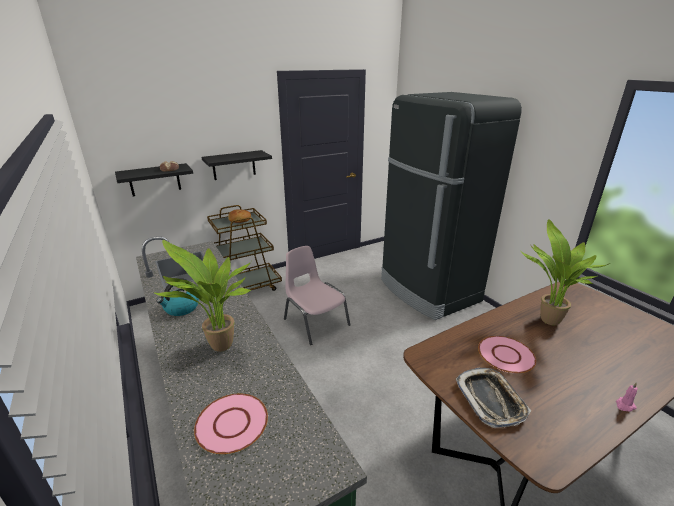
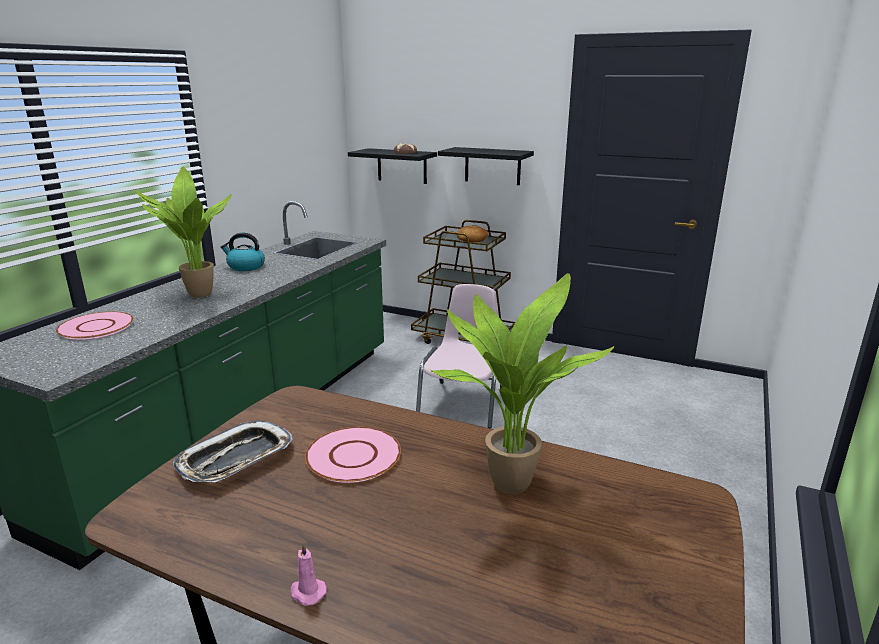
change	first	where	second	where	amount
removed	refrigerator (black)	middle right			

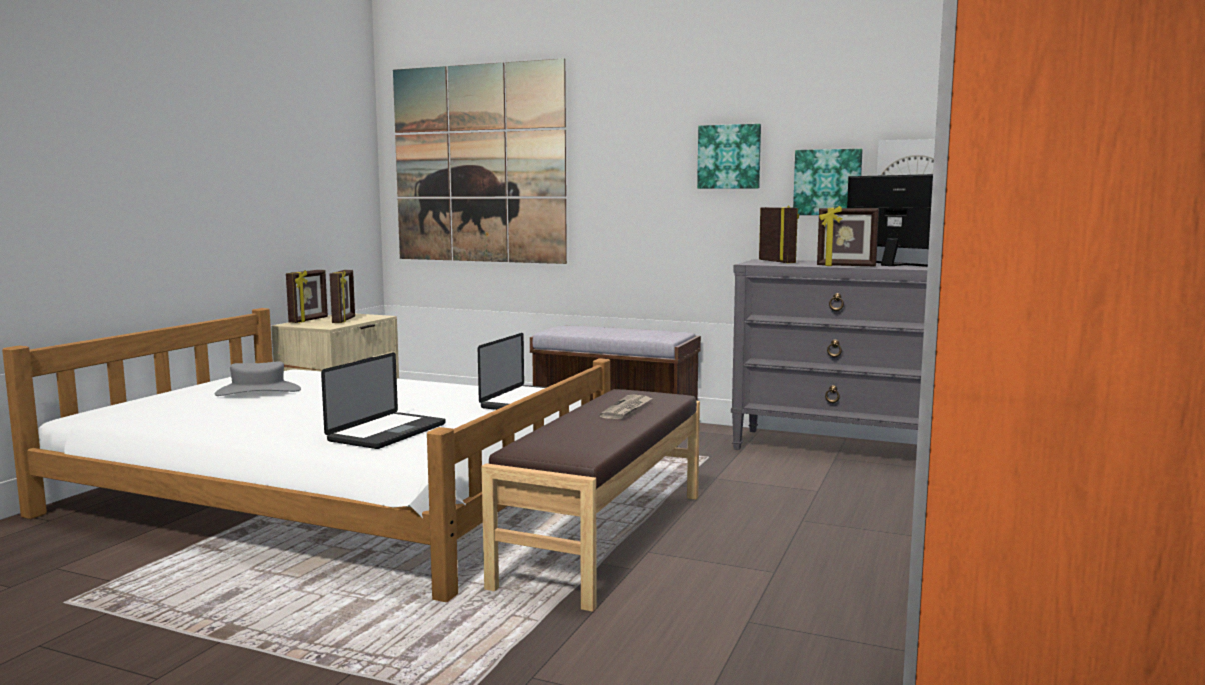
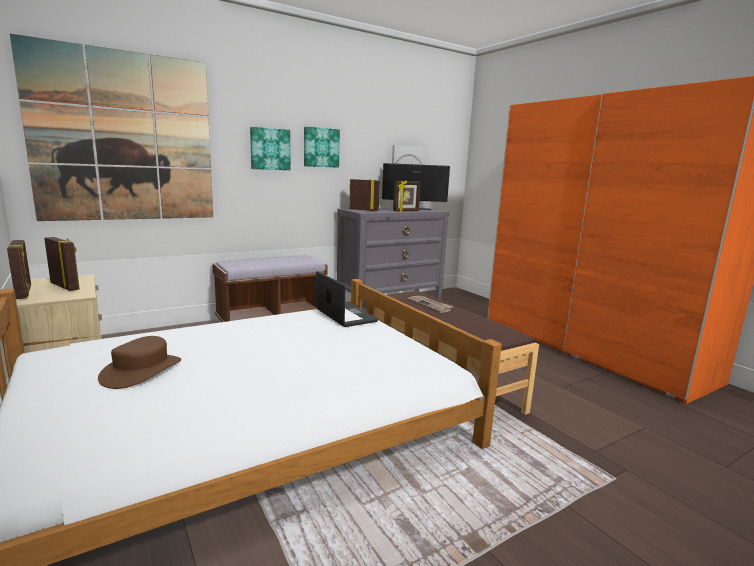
change	first	where	second	where	amount
moved	wall picture (3rd from left in the first image)	top right	wall picture (2nd from left)	top centre	
removed	laptop (1st from left)	middle left			
recoloured	wearable hat (gray)	middle left	wearable hat (brown)	middle left	

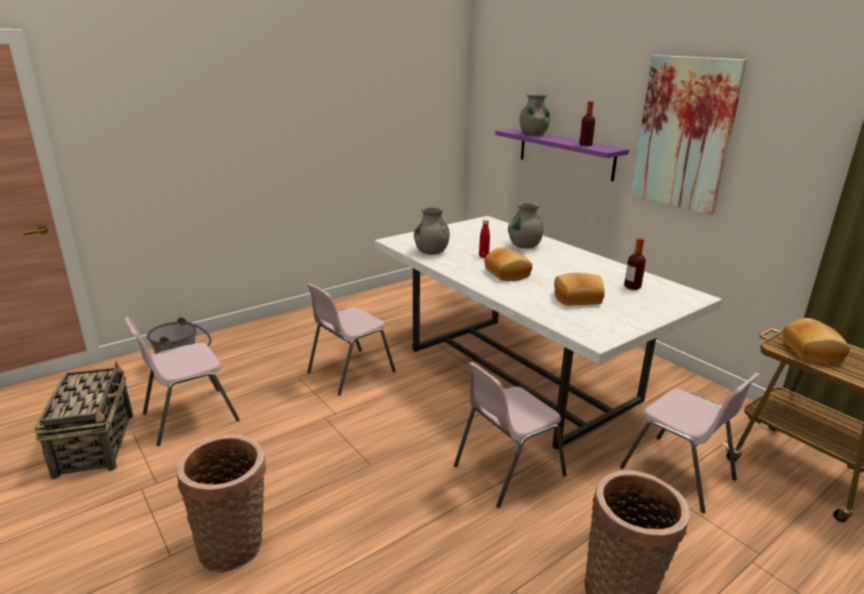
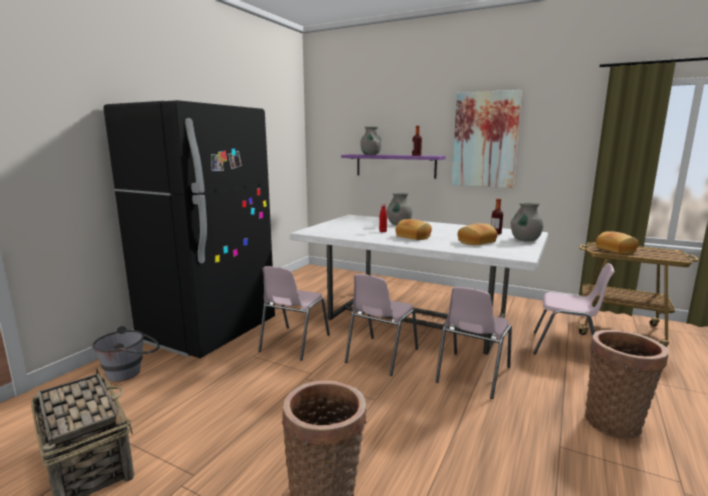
change	first	where	second	where	amount
moved	flower vase (gray) (1st from left in the first image)	centre	flower vase (gray) (3rd from left)	middle right	
moved	plain chair (pink-coloured) (1st from left in the first image)	middle left	plain chair (pink-coloured) (2nd from left)	centre	
added			refrigerator (black)	middle left	

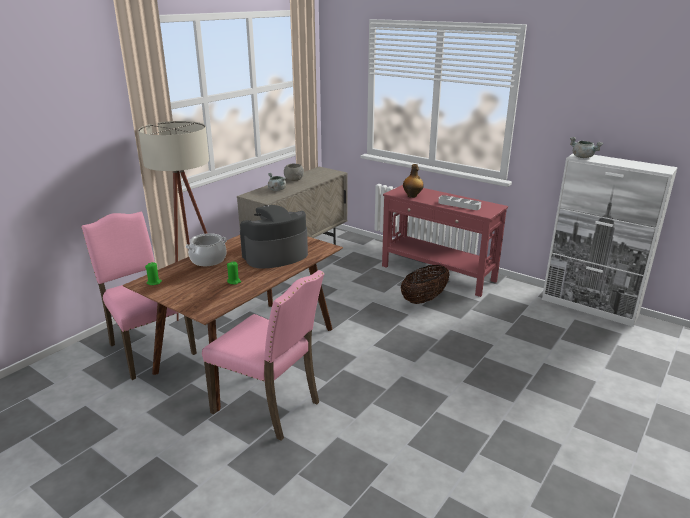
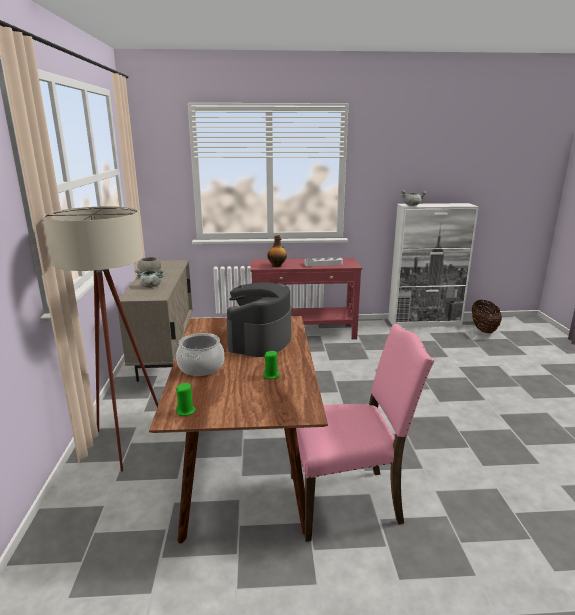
change	first	where	second	where	amount
removed	plain chair (pink-coloured) (1st from left)	middle left			
moved	basket	centre		middle right	

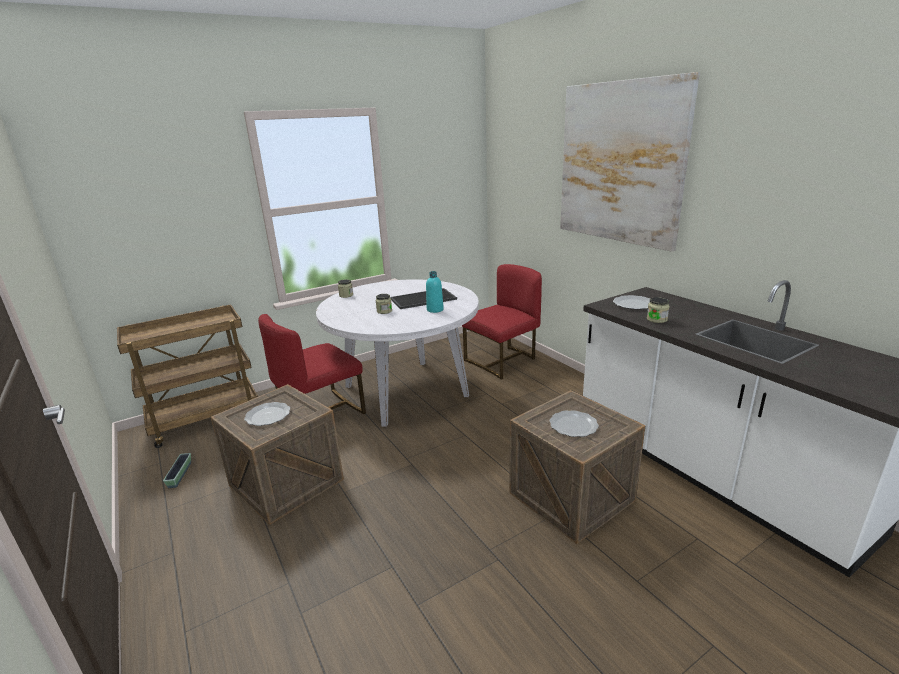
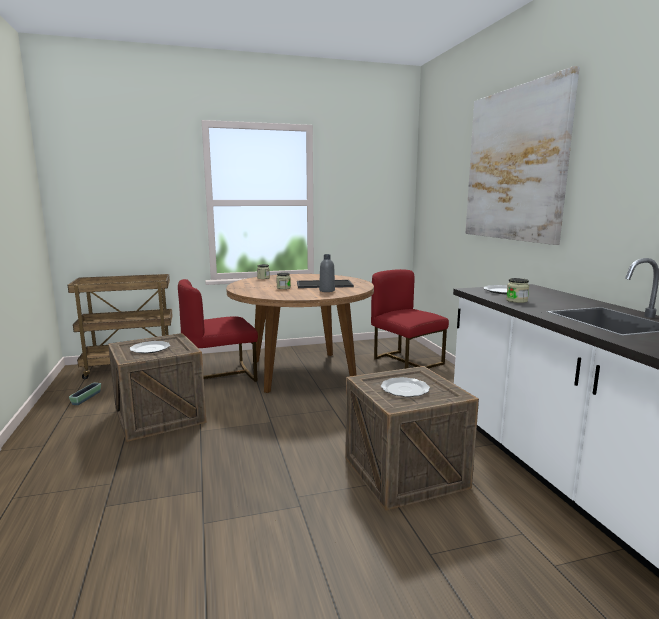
change	first	where	second	where	amount
turned	plain chair (red) (2nd from left)	centre		centre	105 degrees counterclockwise
recoloured	beverage bottle (blue-green)	centre	beverage bottle (gray)	centre	
recoloured	dinner table (white)	centre	dinner table (brown)	centre	

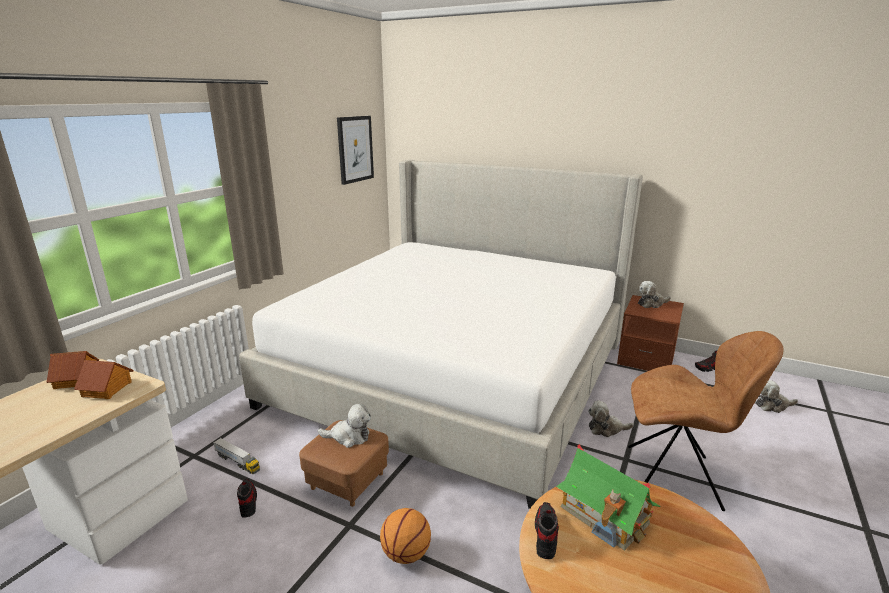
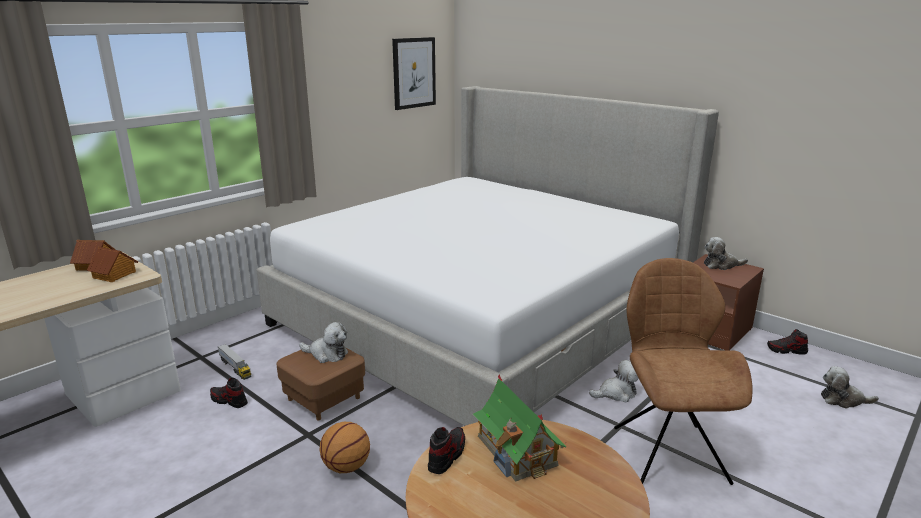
change	first	where	second	where	amount
turned	plain chair (brown)	bottom right		bottom right	120 degrees counterclockwise
turned	soft toy (2nd from left)	bottom right		bottom right	150 degrees clockwise
turned	shoe (1st from left)	bottom left		bottom left	60 degrees counterclockwise

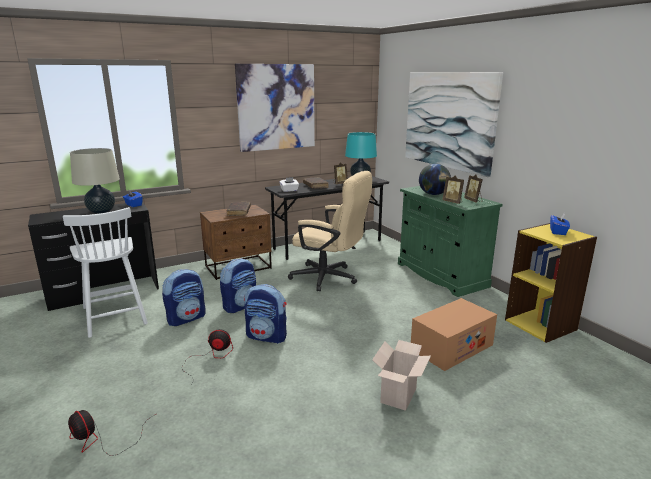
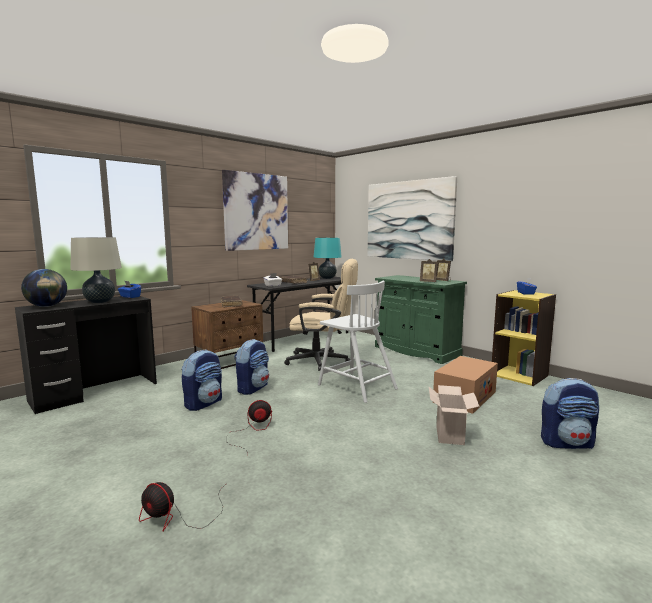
change	first	where	second	where	amount
moved	desk globe	middle right		middle left	
moved	plain chair (white)	middle left		centre	
moved	knapsack (3rd from left)	centre		bottom right	

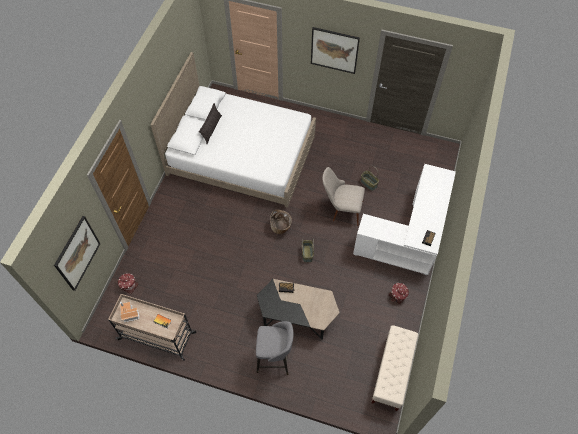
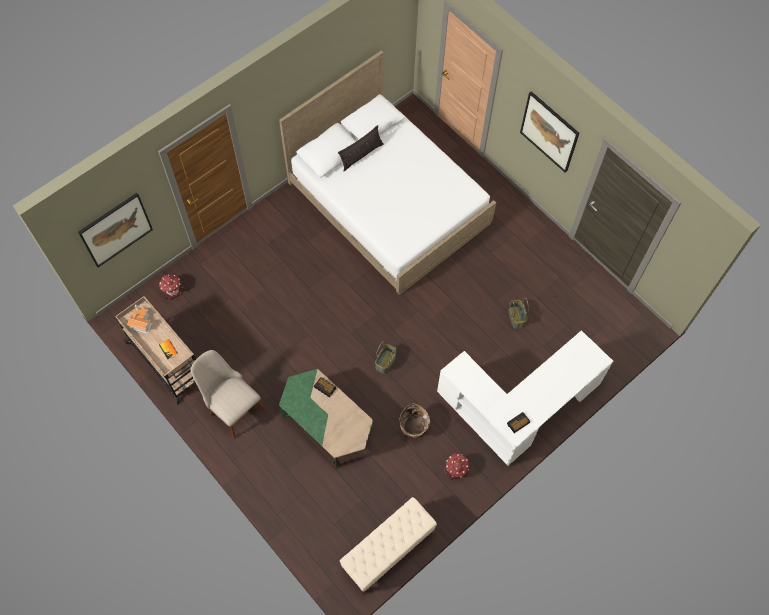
change	first	where	second	where	amount
moved	plain chair (beige)	centre		middle left	
moved	basket (1st from left in the first image)	centre	basket (2nd from left)	bottom centre	
recoloured	coffee table (black)	bottom centre	coffee table (green)	bottom centre	
removed	sitting stool (gray)	bottom centre			

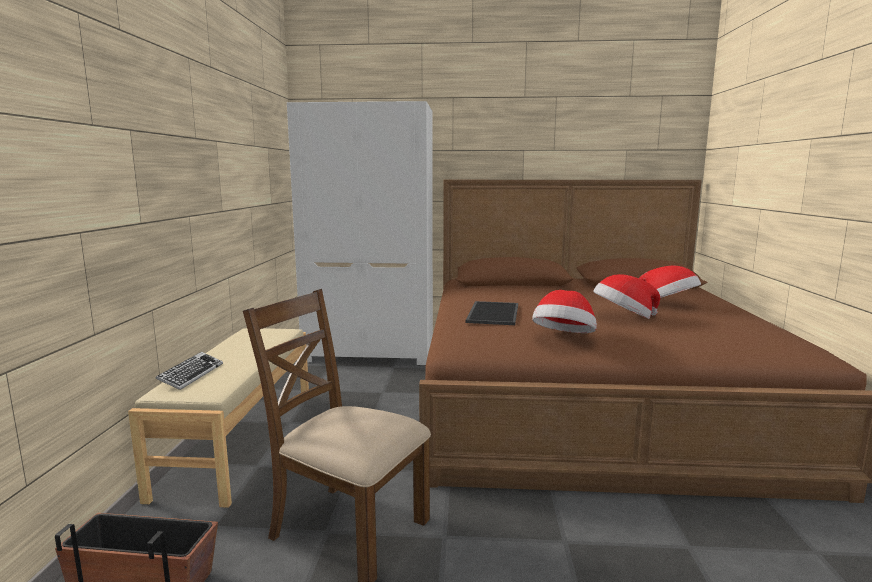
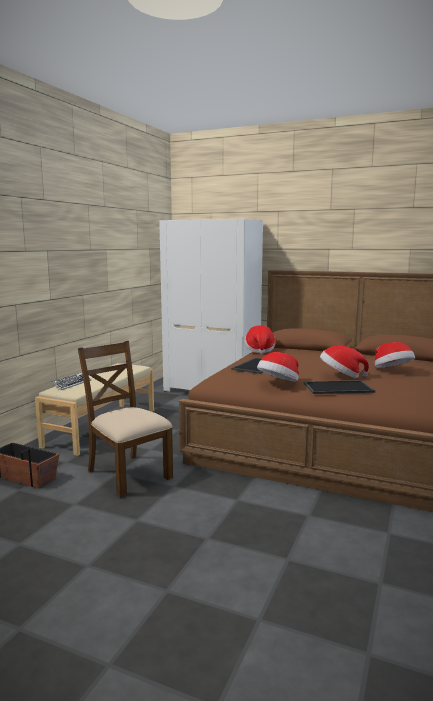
change	first	where	second	where	amount
added			wearable hat (1st from left)	centre	
added			serving tray (2nd from left)	middle right	

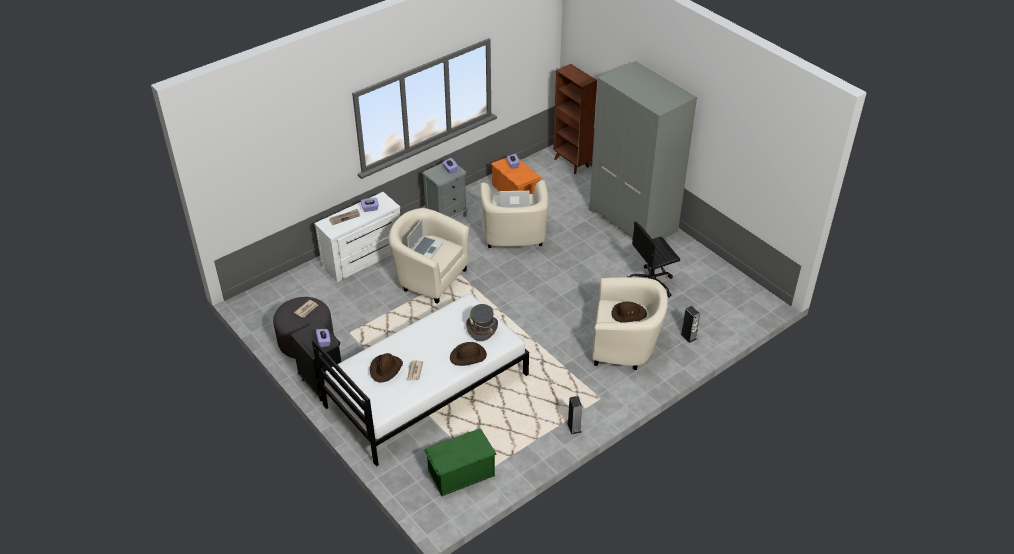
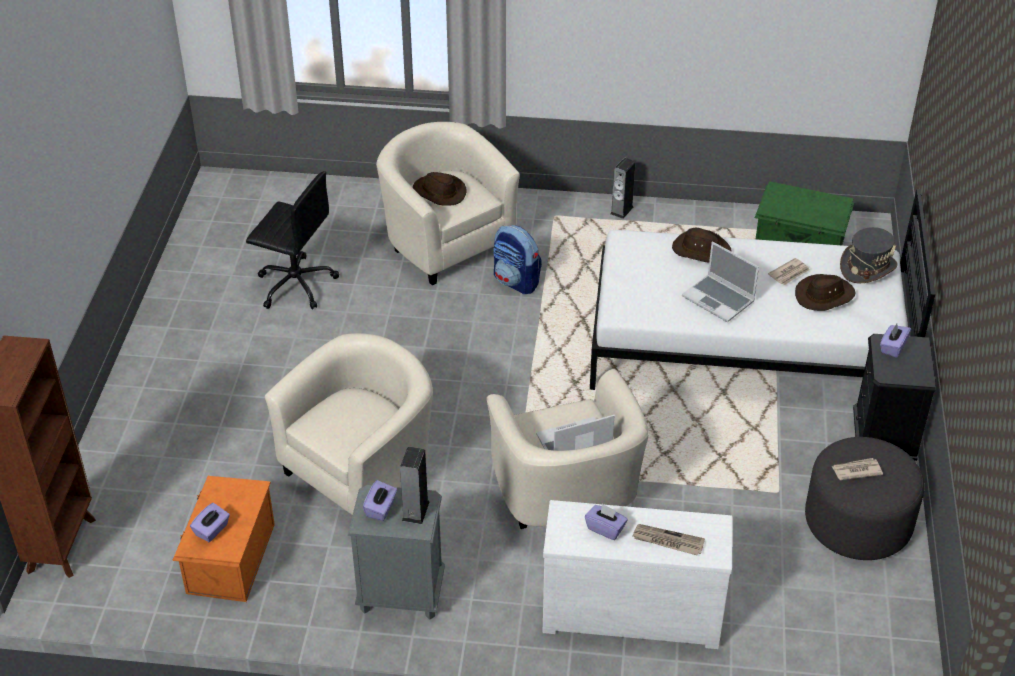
change	first	where	second	where	amount
removed	clothes cupboard (gray)	top centre			
moved	laptop (2nd from left)	centre		middle right	
moved	wearable hat (gray)	centre		middle right	
moved	speaker (2nd from left in the first image)	middle right	speaker (1st from left)	bottom centre	
added			knapsack	centre	

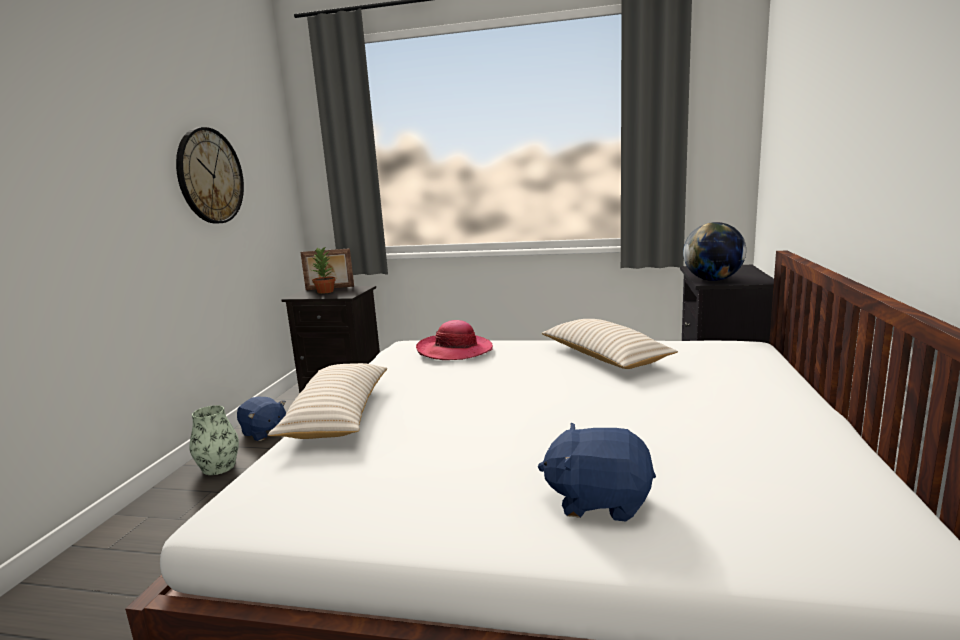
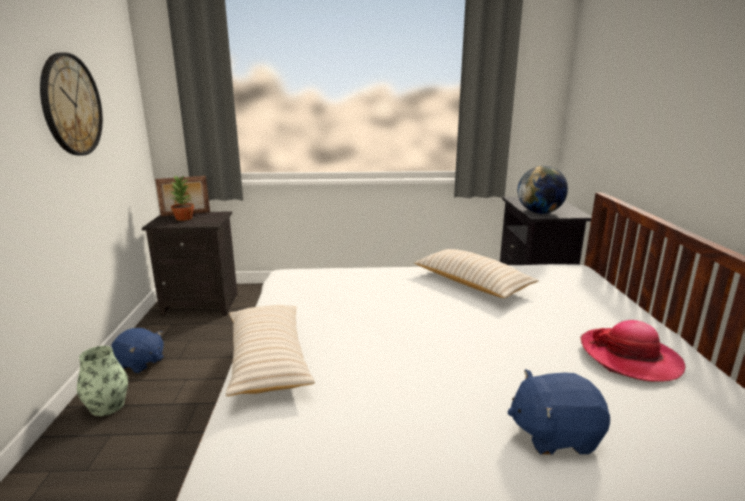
change	first	where	second	where	amount
moved	wearable hat	centre		bottom right	

